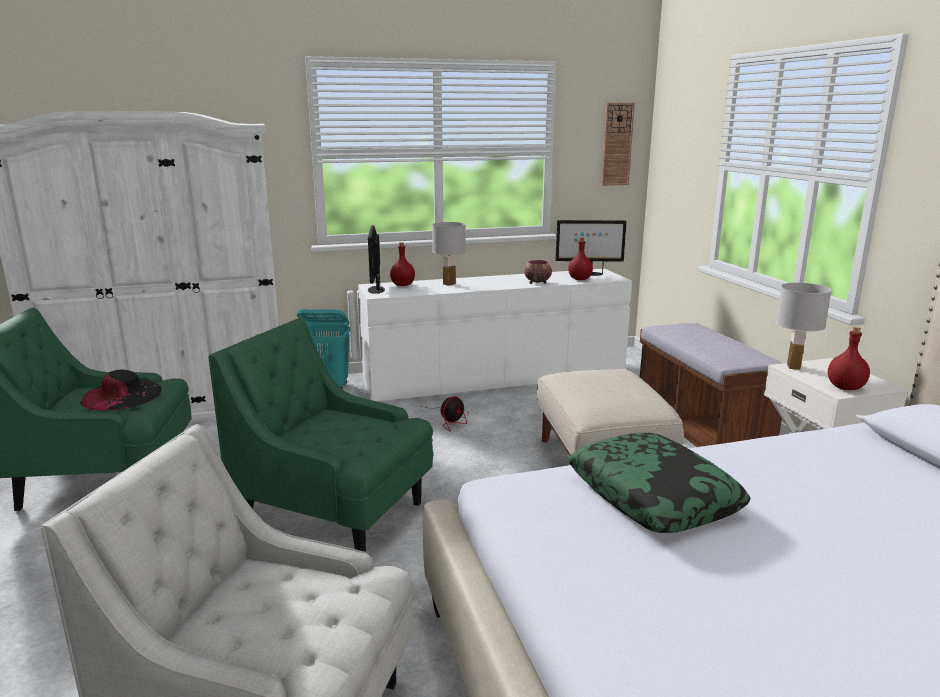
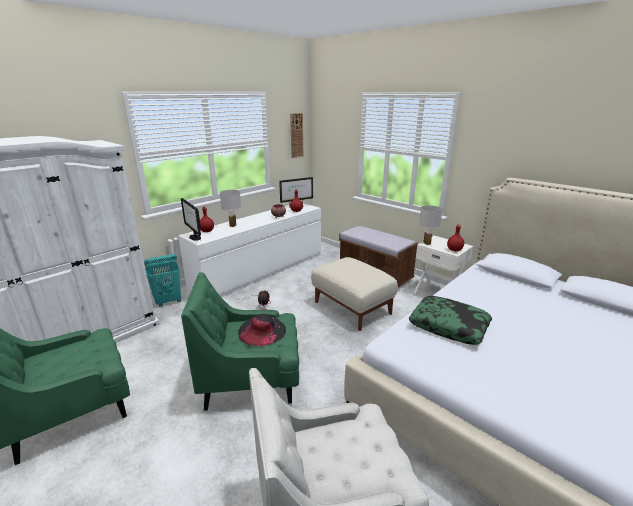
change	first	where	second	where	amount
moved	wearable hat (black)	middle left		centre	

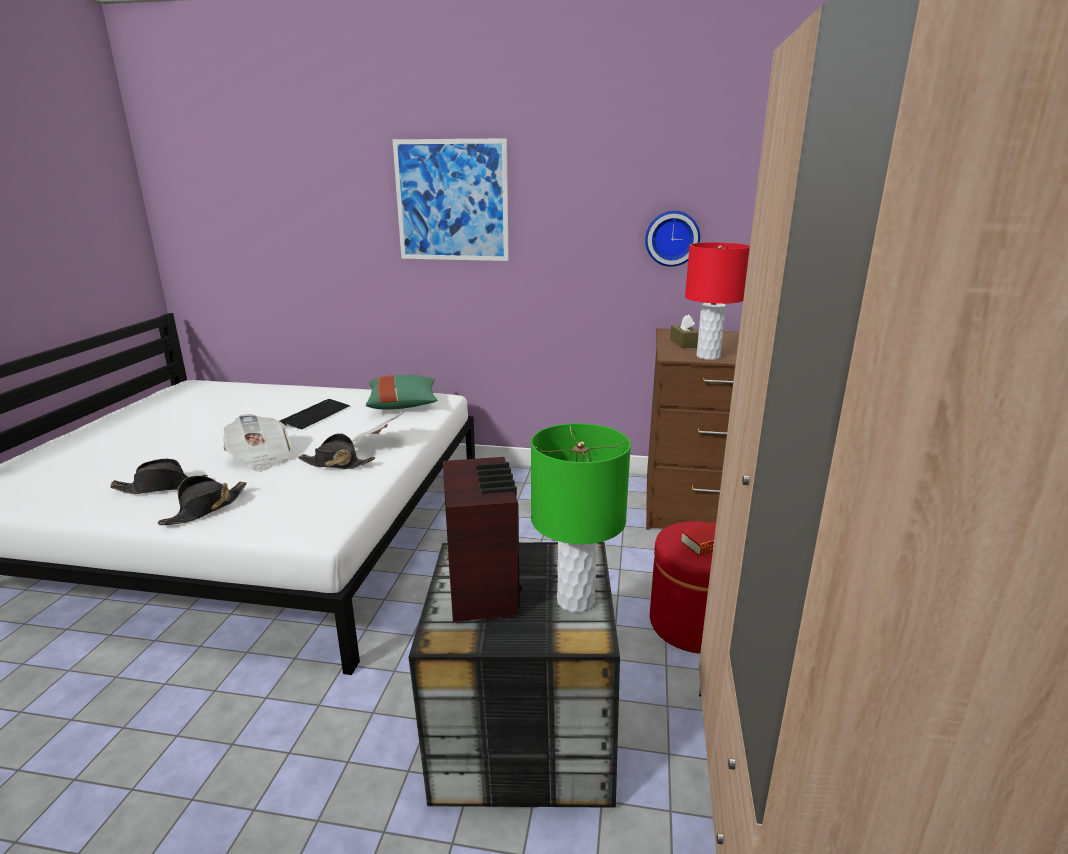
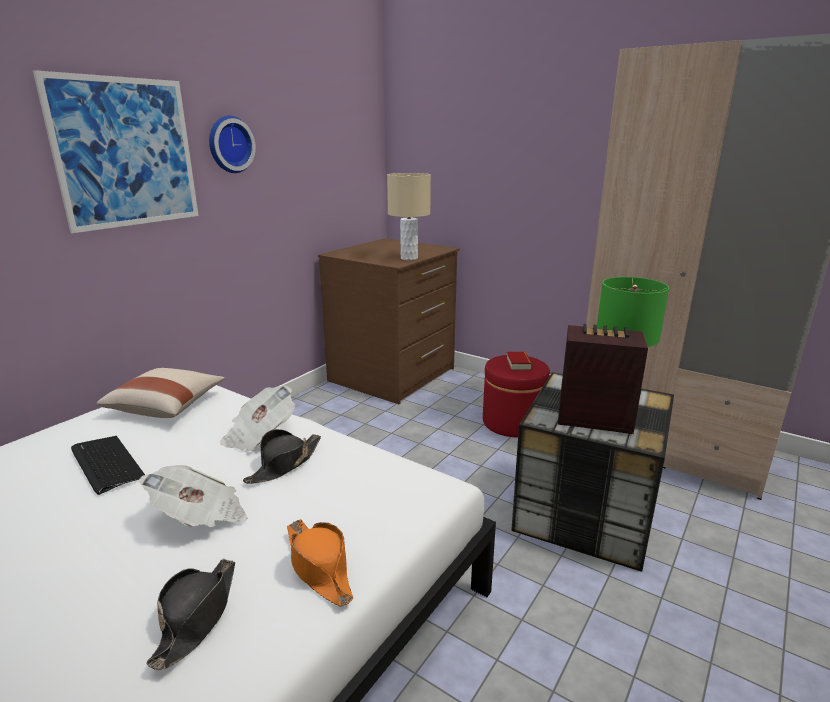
change	first	where	second	where	amount
moved	hanging clock	top centre		top left	
recoloured	table lamp (red)	middle right	table lamp (beige)	top centre	
removed	tissue holder (brown)	centre			
recoloured	throw pillow (green)	centre	throw pillow (beige)	middle left	
recoloured	wearable hat (black) (2nd from left)	middle left	wearable hat (orange)	bottom centre	

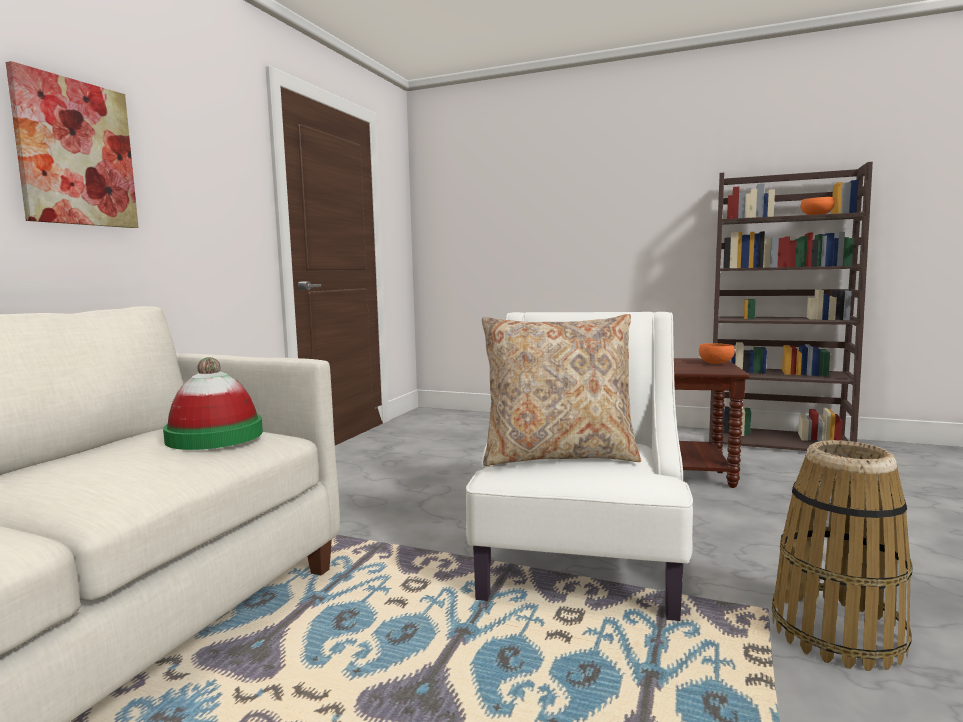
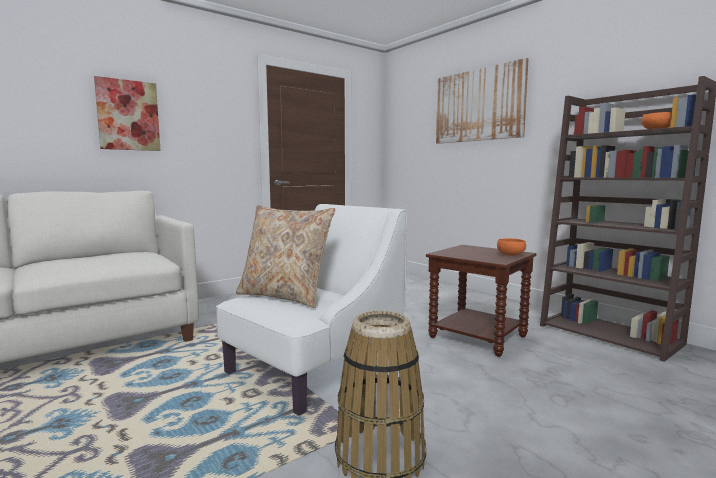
change	first	where	second	where	amount
removed	wearable hat	middle left			
added			wall picture (2nd from left)	top right	

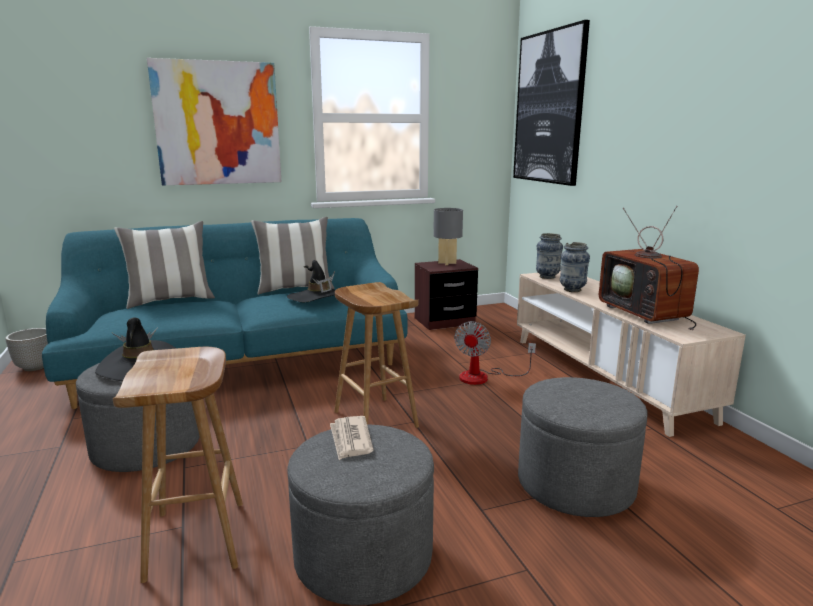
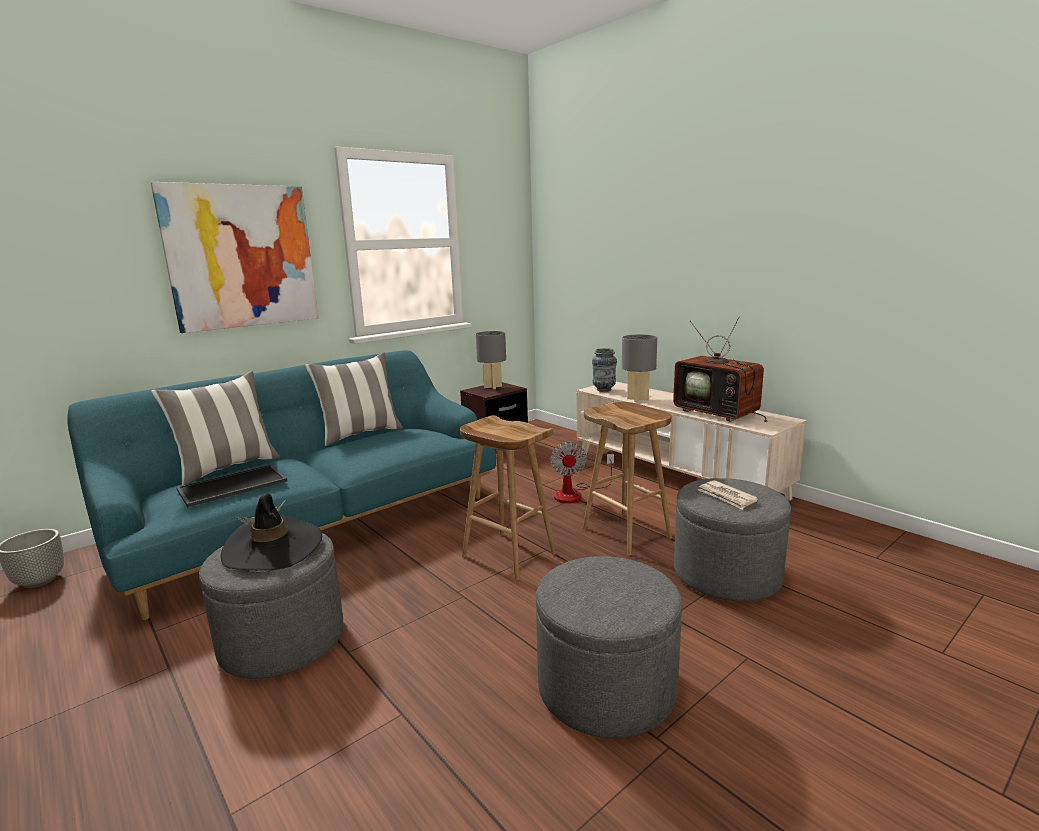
change	first	where	second	where	amount
removed	wall picture (2nd from left)	top right			
replaced	flower vase (2nd from left)	middle right	table lamp (gray) (2nd from left)	centre	
removed	wearable hat (black) (2nd from left)	centre			
moved	sitting stool (brown) (1st from left in the first image)	bottom left	sitting stool (brown) (2nd from left)	centre	
moved	newspaper	bottom centre		middle right	
added			serving tray	middle left	

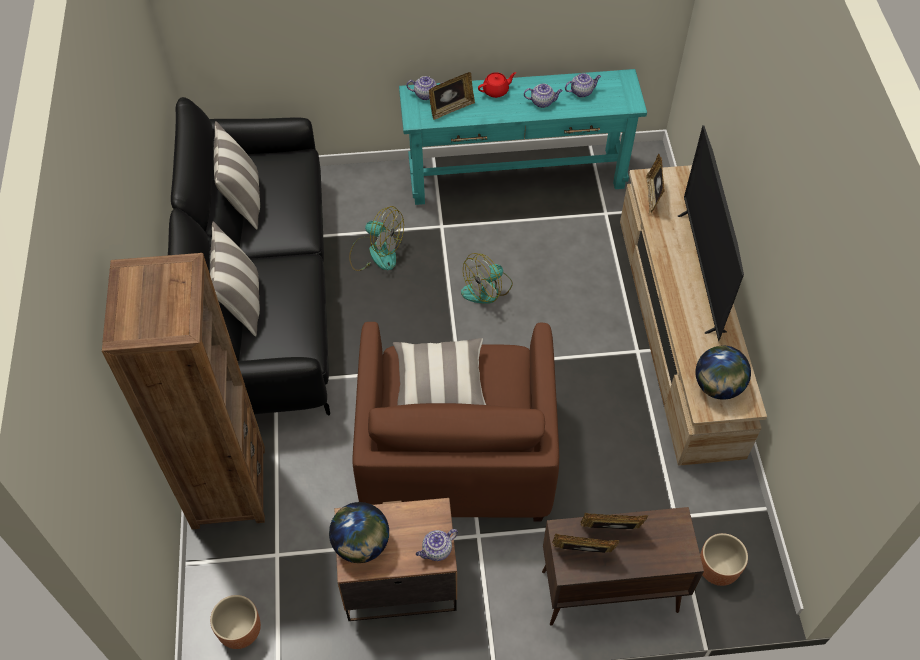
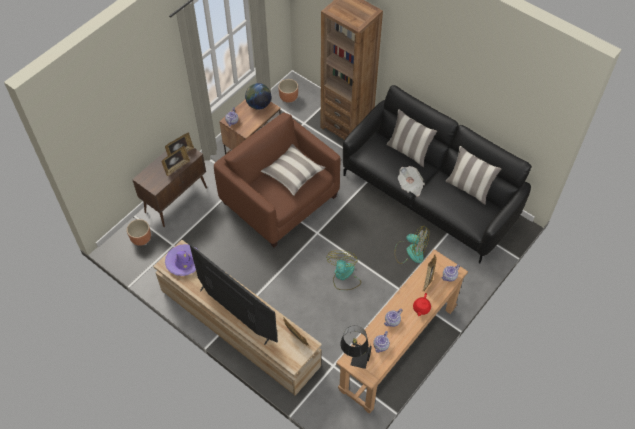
change	first	where	second	where	amount
recoloured	narrow table (blue-green)	top centre	narrow table (brown)	bottom centre	
turned	electric fan (1st from left in the first image)	centre	electric fan (2nd from left)	centre	135 degrees counterclockwise
replaced	desk globe (2nd from left)	middle right	wearable hat (purple-coloured)	middle left	
added			newspaper	centre	
added			table lamp (black)	bottom centre	

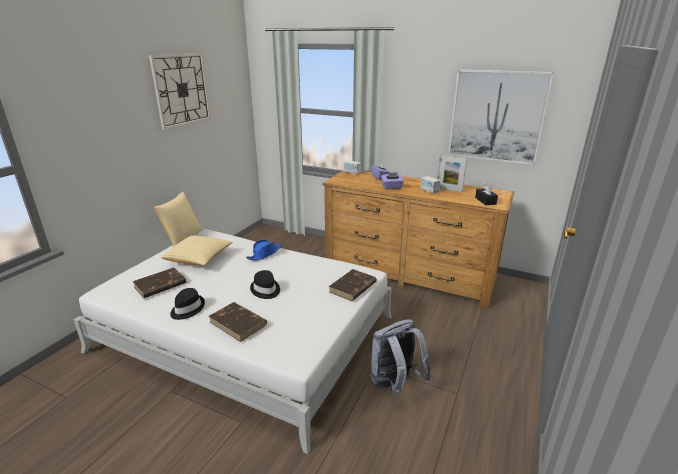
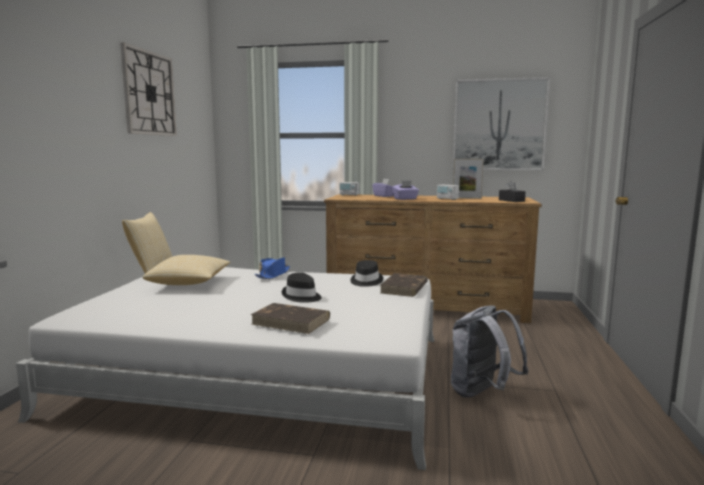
change	first	where	second	where	amount
removed	bound book (brown) (1st from left)	middle left			
moved	wearable hat (black) (1st from left in the first image)	middle left	wearable hat (black) (2nd from left)	centre	

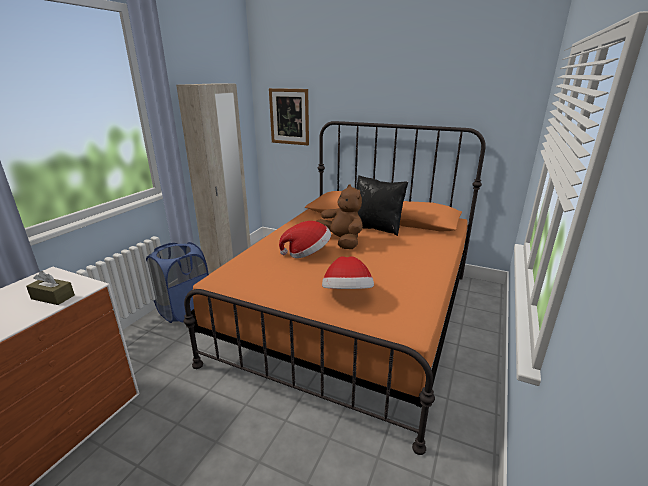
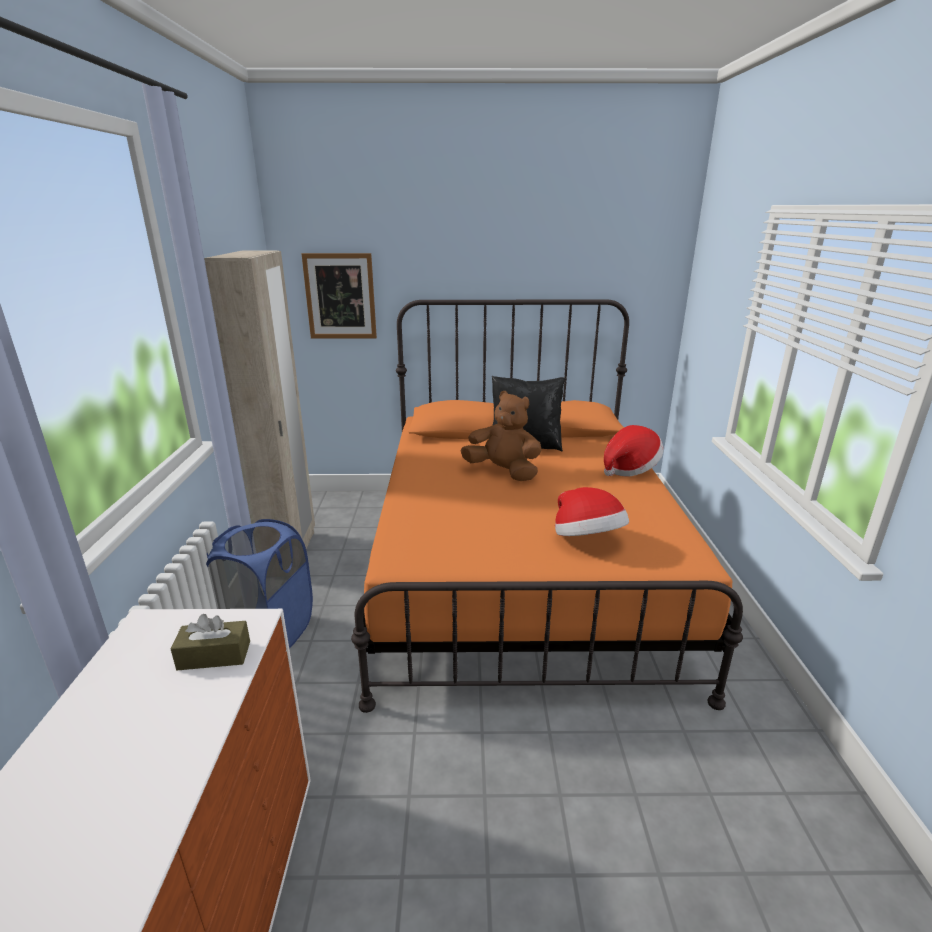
change	first	where	second	where	amount
moved	wearable hat (1st from left in the first image)	centre	wearable hat (2nd from left)	middle right	

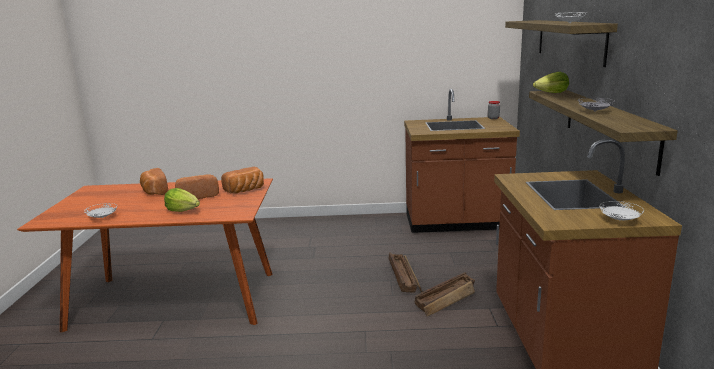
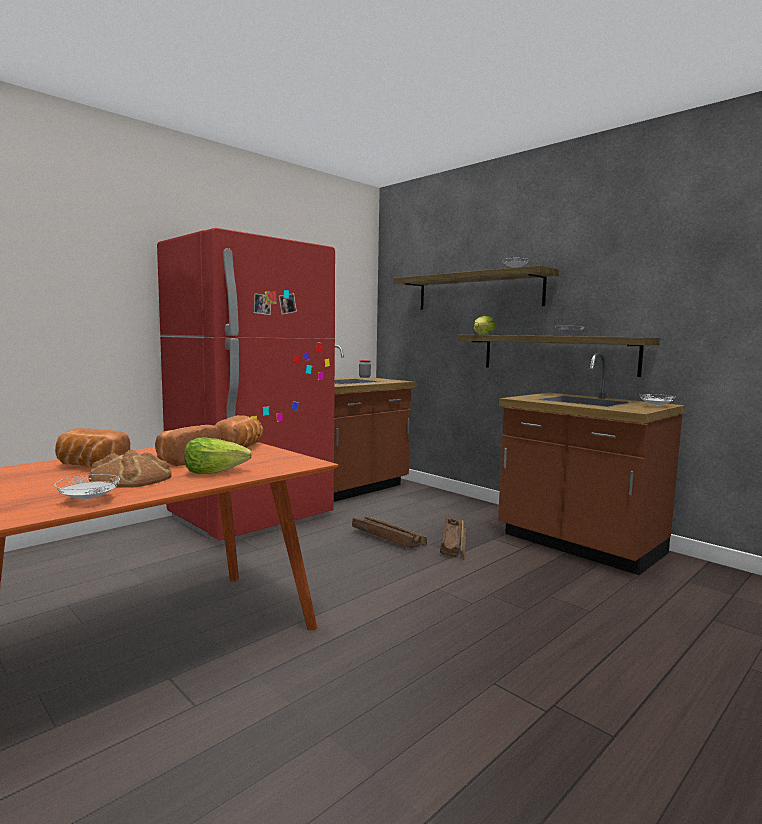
change	first	where	second	where	amount
added			refrigerator (red)	middle left	
added			baked bread (2nd from left)	middle left	

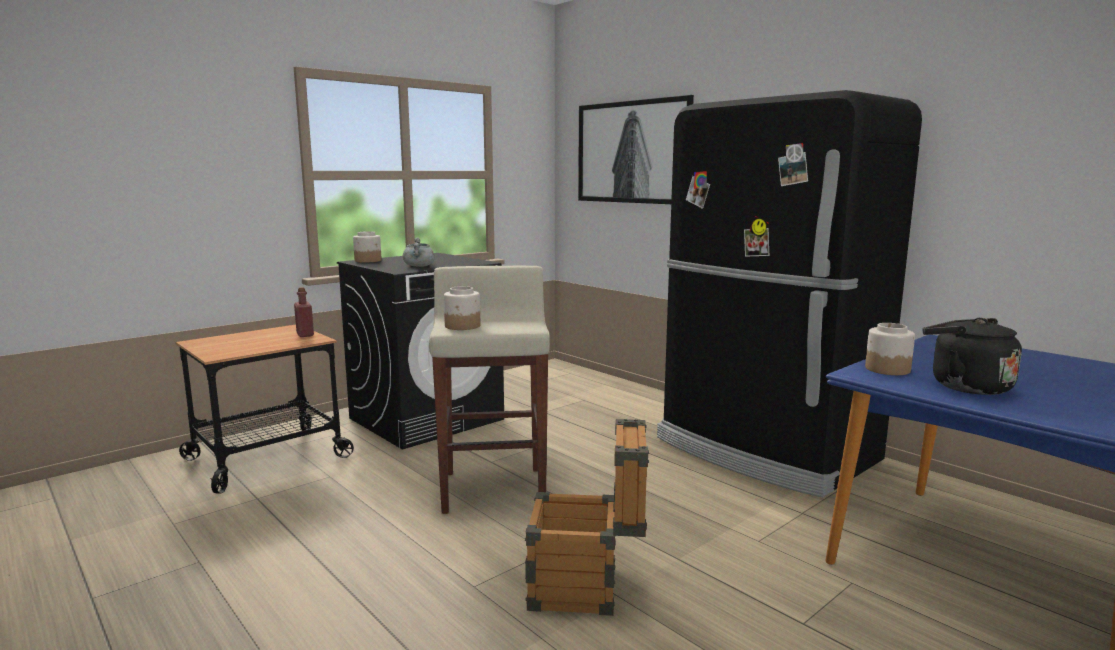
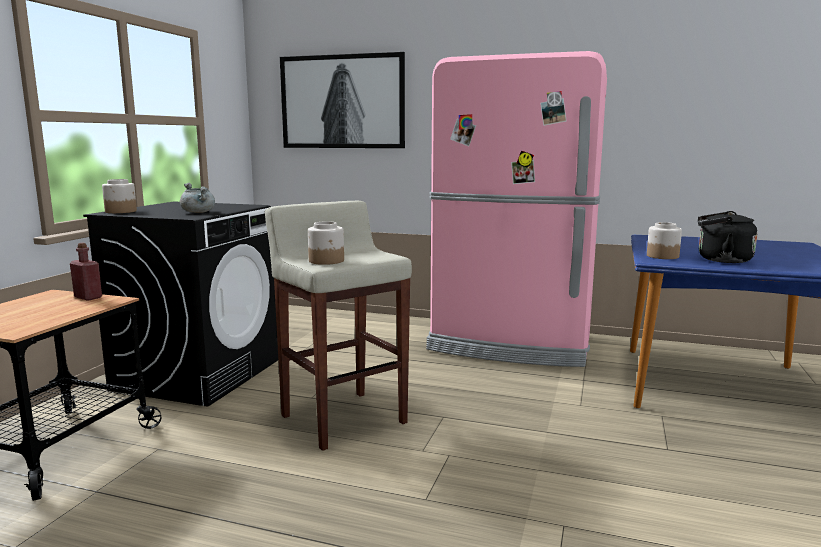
change	first	where	second	where	amount
recoloured	refrigerator (black)	middle right	refrigerator (pink-coloured)	centre	
removed	packing crate	bottom centre			

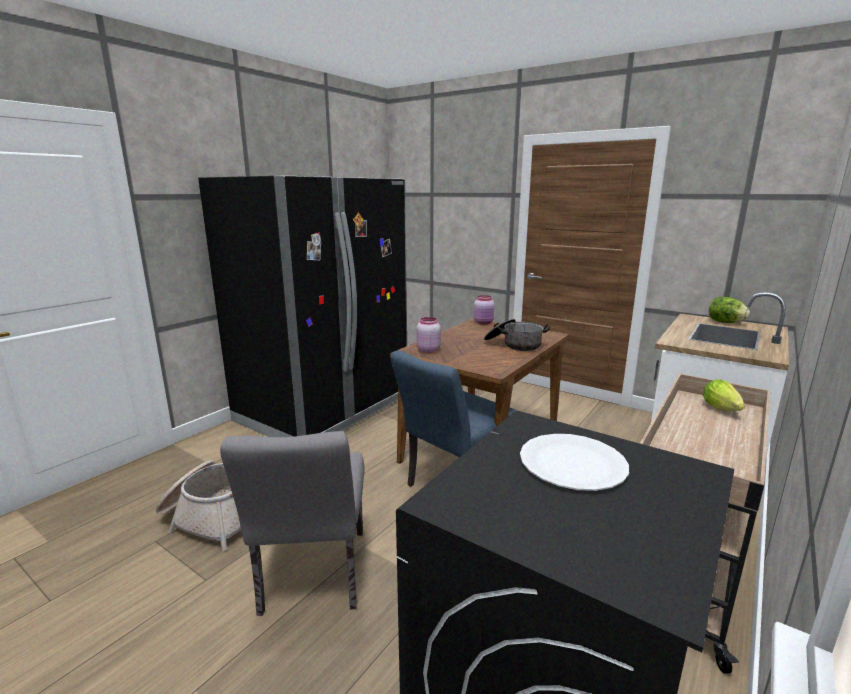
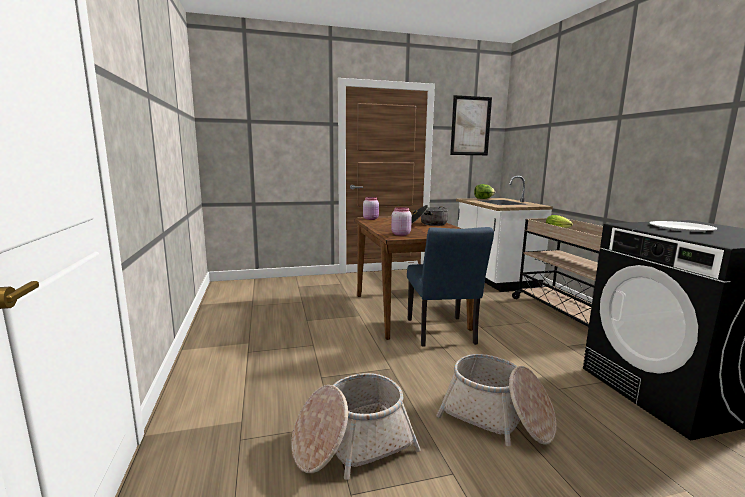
change	first	where	second	where	amount
removed	refrigerator (black)	centre			
replaced	plain chair (gray)	bottom centre	basket (2nd from left)	bottom centre	
added			wall picture	top centre	

